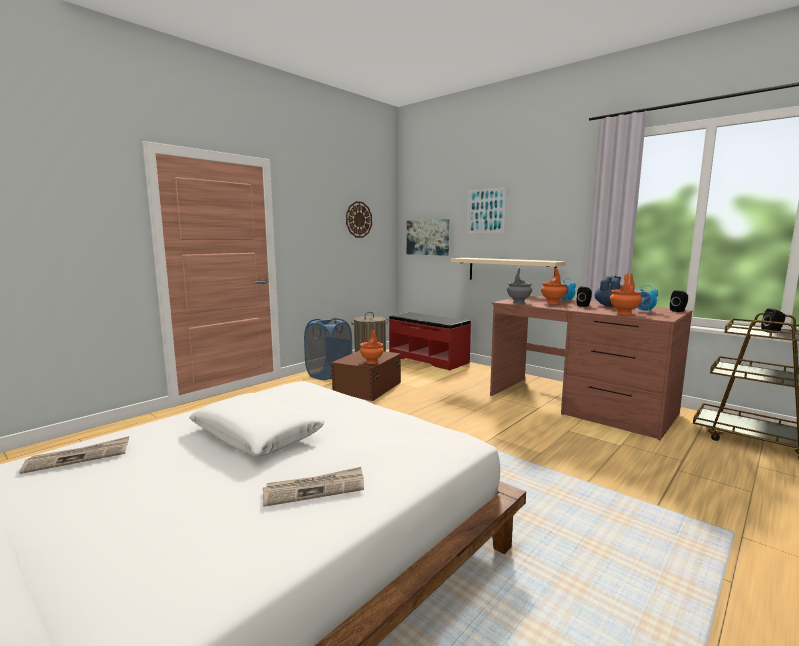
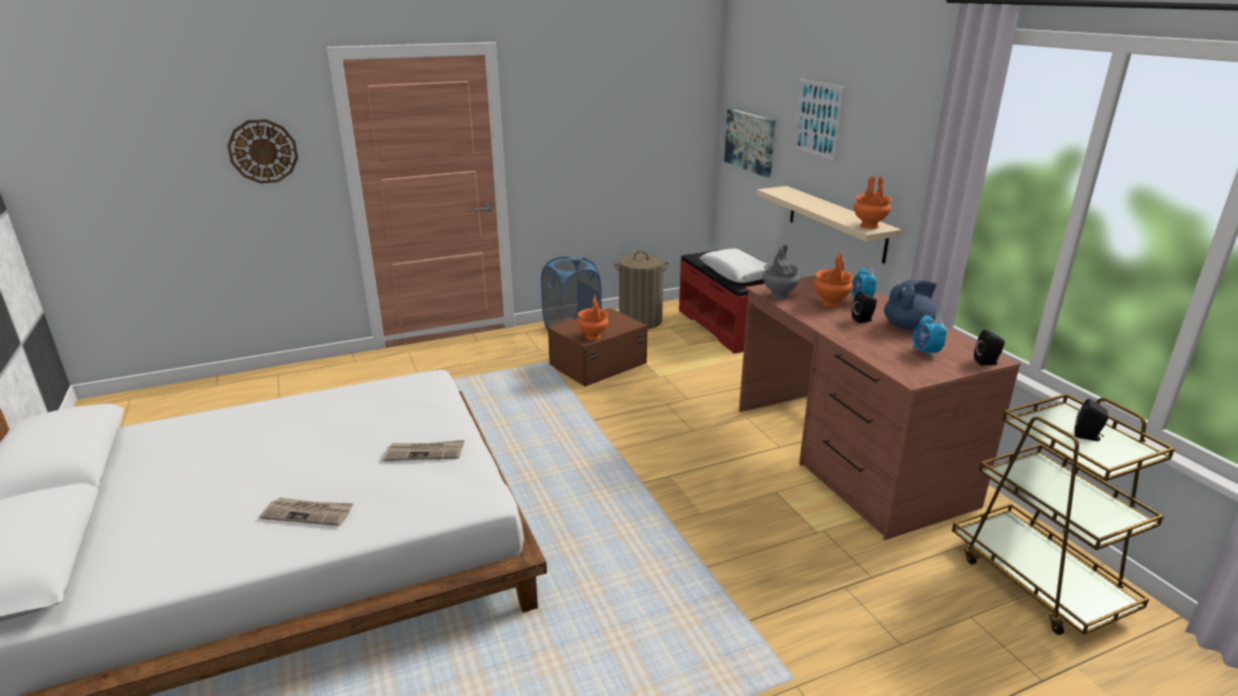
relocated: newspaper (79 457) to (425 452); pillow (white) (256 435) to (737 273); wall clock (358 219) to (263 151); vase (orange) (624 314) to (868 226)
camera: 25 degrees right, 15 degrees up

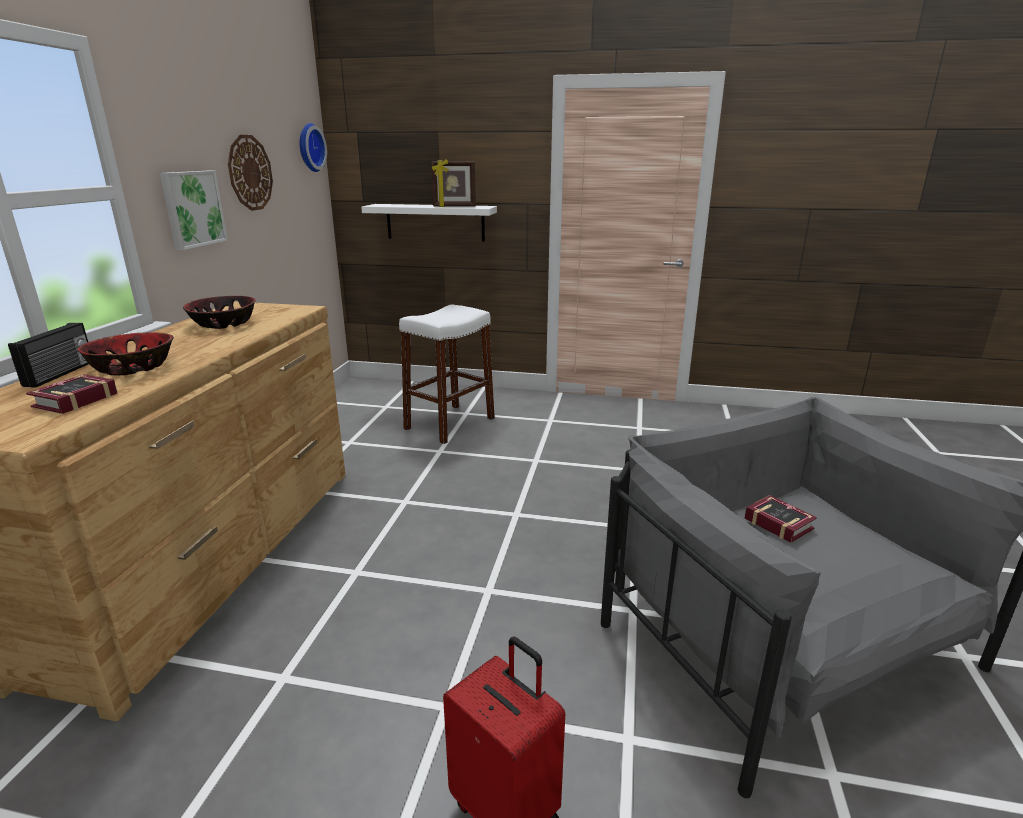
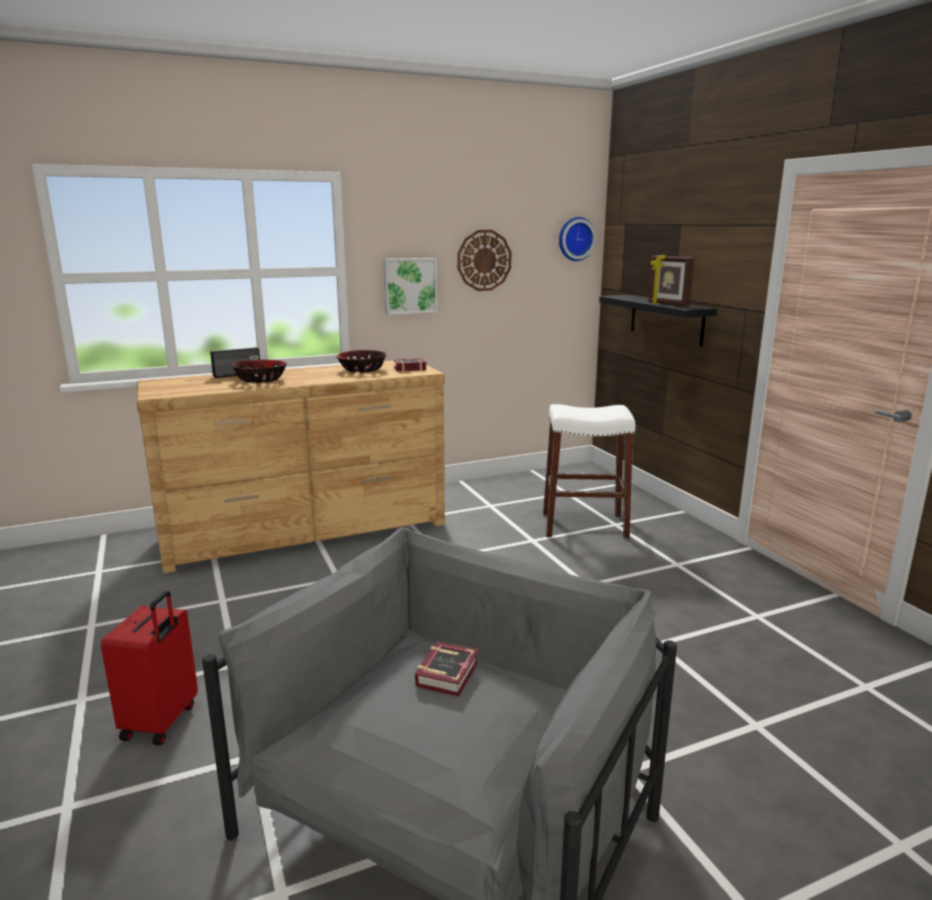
relocated: book (71 401) to (408 368)
colour: shelf (white) (435 222) to shelf (black) (666 319)
camera: 55 degrees right, 5 degrees down

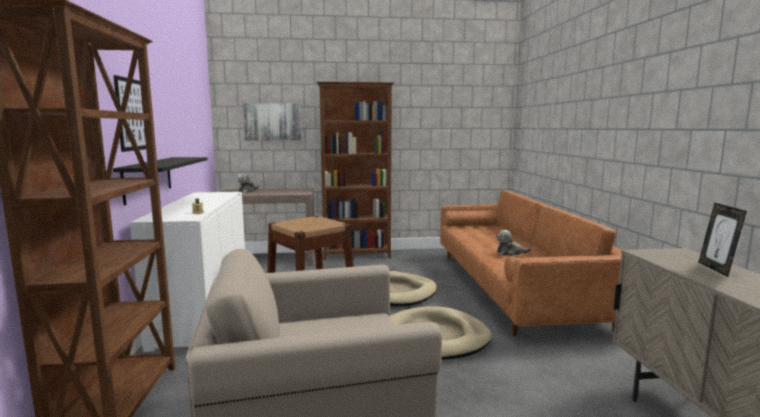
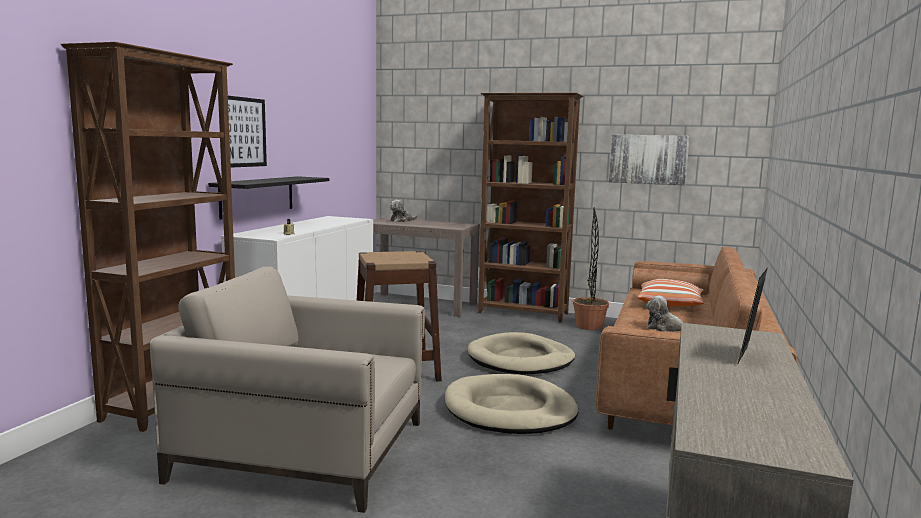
appeared: potted plant (589 326); pillow (670 305)
relocated: picture (273 122) to (648 159)
camera: 25 degrees right, 0 degrees up

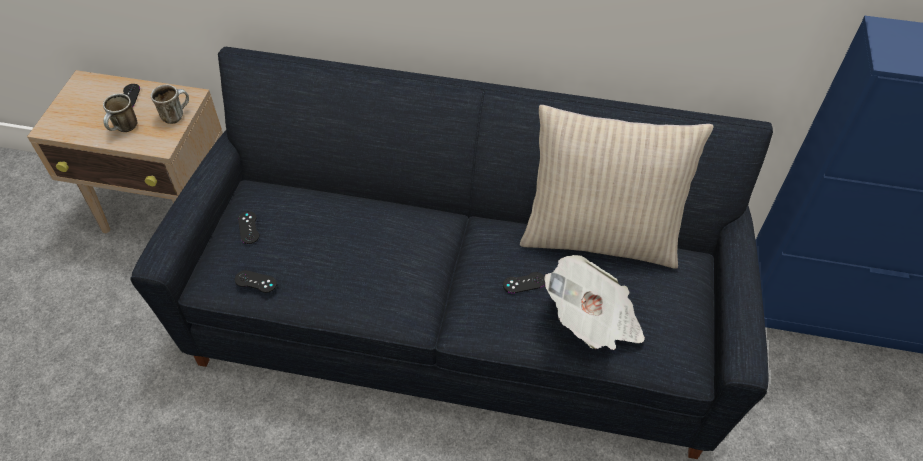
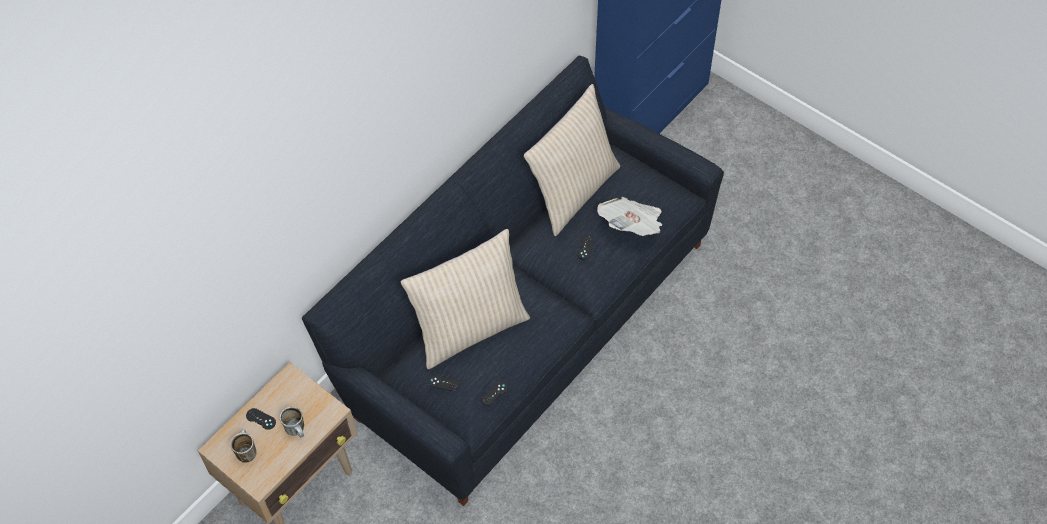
appeared: pillow (beige) (469 328)
relocated: mug (176 115) to (246 451)
camera: 60 degrees left, 5 degrees up

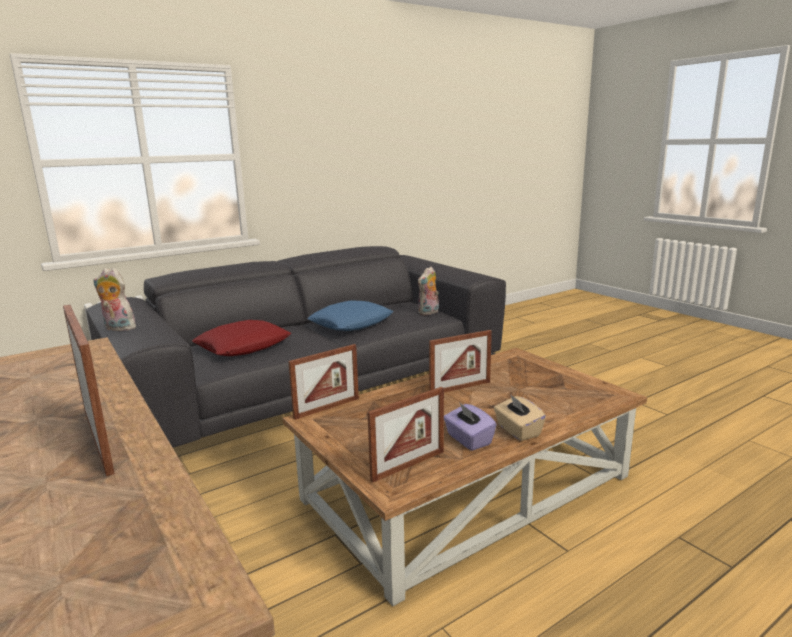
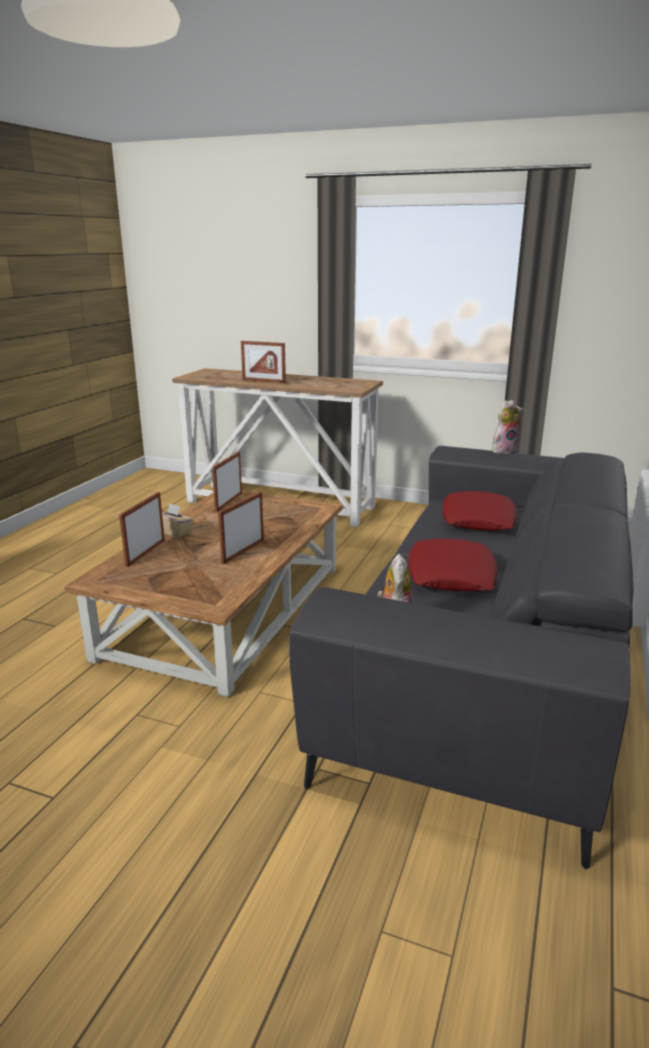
missing: tissue box (purple) (468 440)
relocated: picture frame (327 408) to (145 553)
colour: pillow (blue) (351 323) to pillow (red) (451 574)
camera: 145 degrees right, 5 degrees up

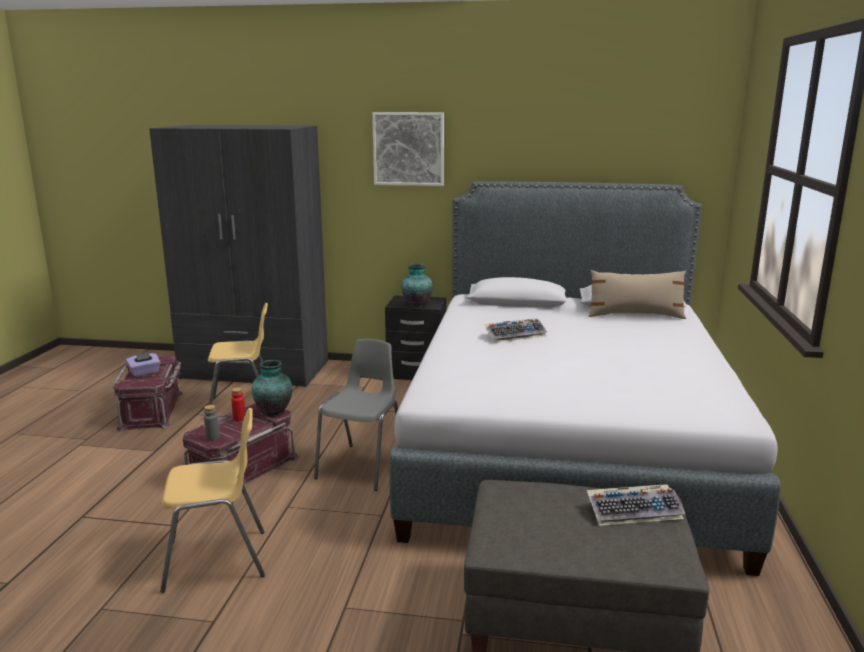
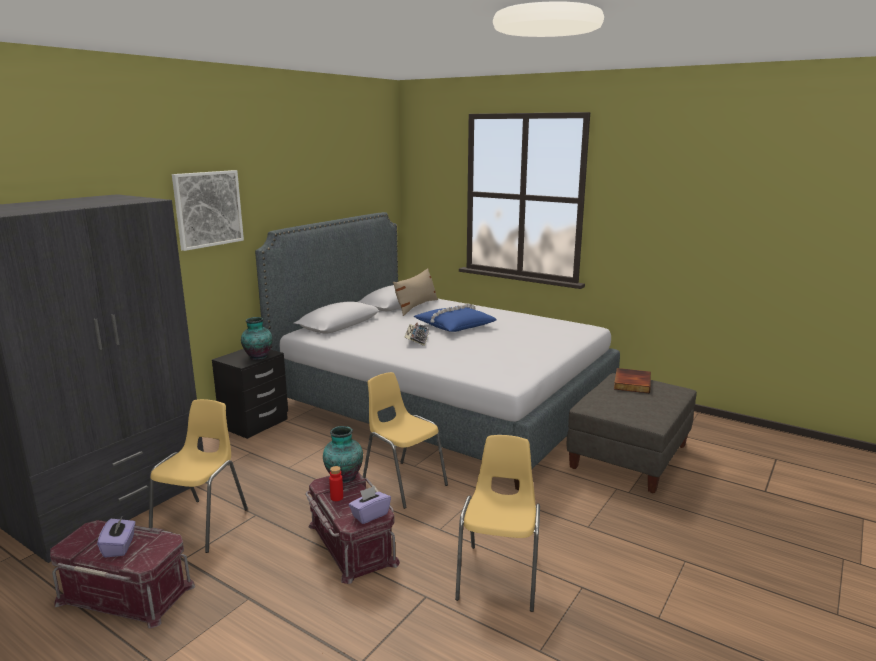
appeared: pillow (blue) (454 326)
exchanged: bottle (grey) (212 437) to tissue box (purple) (370 515); keyboard (634 511) to book (631 383)
colour: chair (grey) (362 466) to chair (yellow) (403 483)
camera: 65 degrees left, 0 degrees up

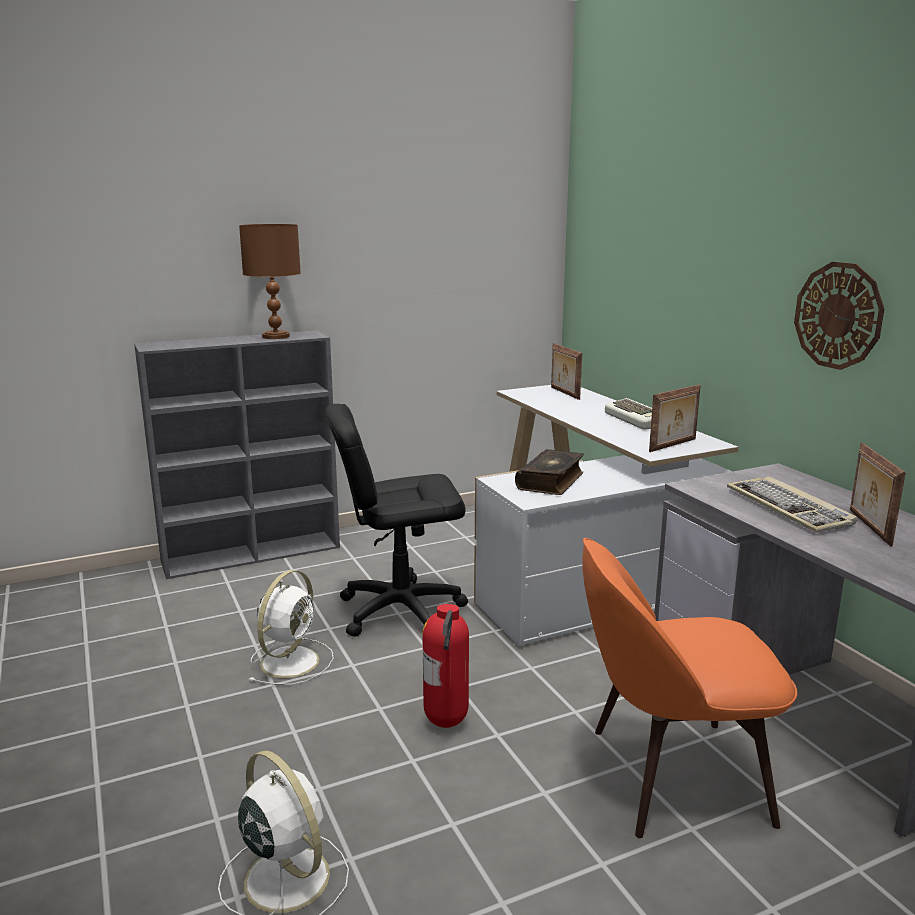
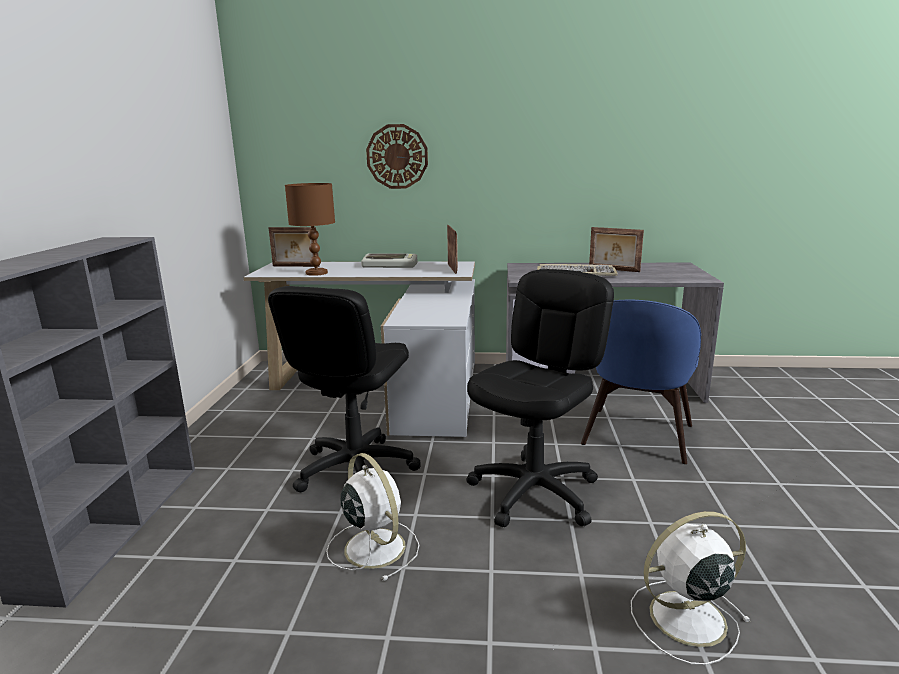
missing: book (551 481)
relocated: table lamp (brown) (276 336) to (316 273); wall clock (838 315) to (397 156)
exchanged: fire extinguisher (447 723) to office chair (black) (535 492)
colour: chair (orange) (670 776) to chair (blue) (636 437)
camera: 60 degrees left, 0 degrees up

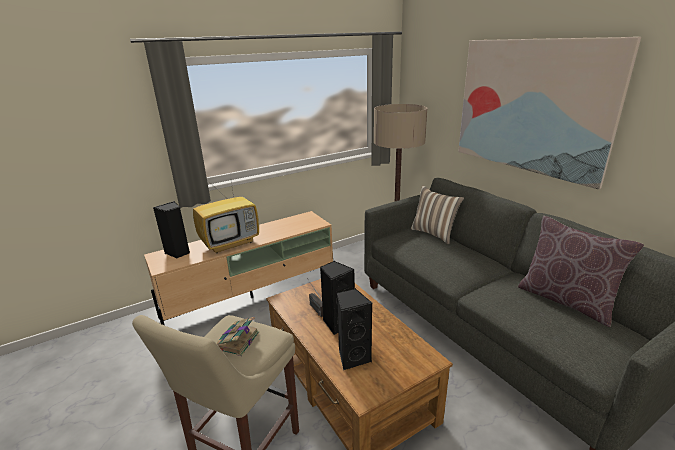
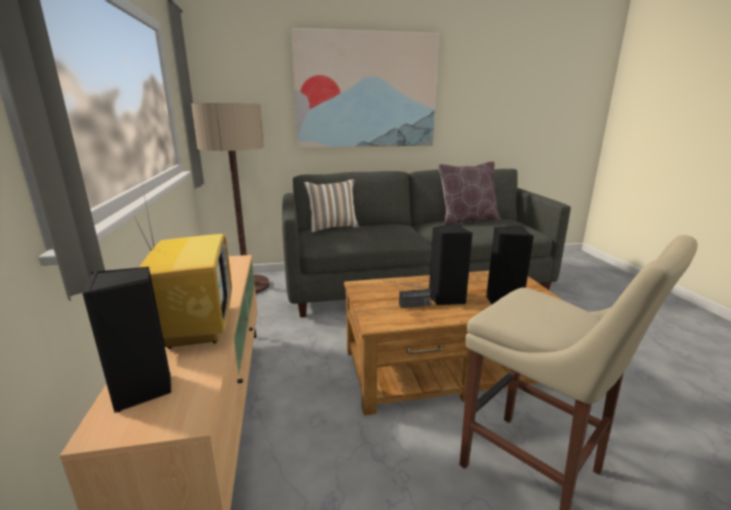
missing: book (237 341)
camera: 70 degrees left, 5 degrees down

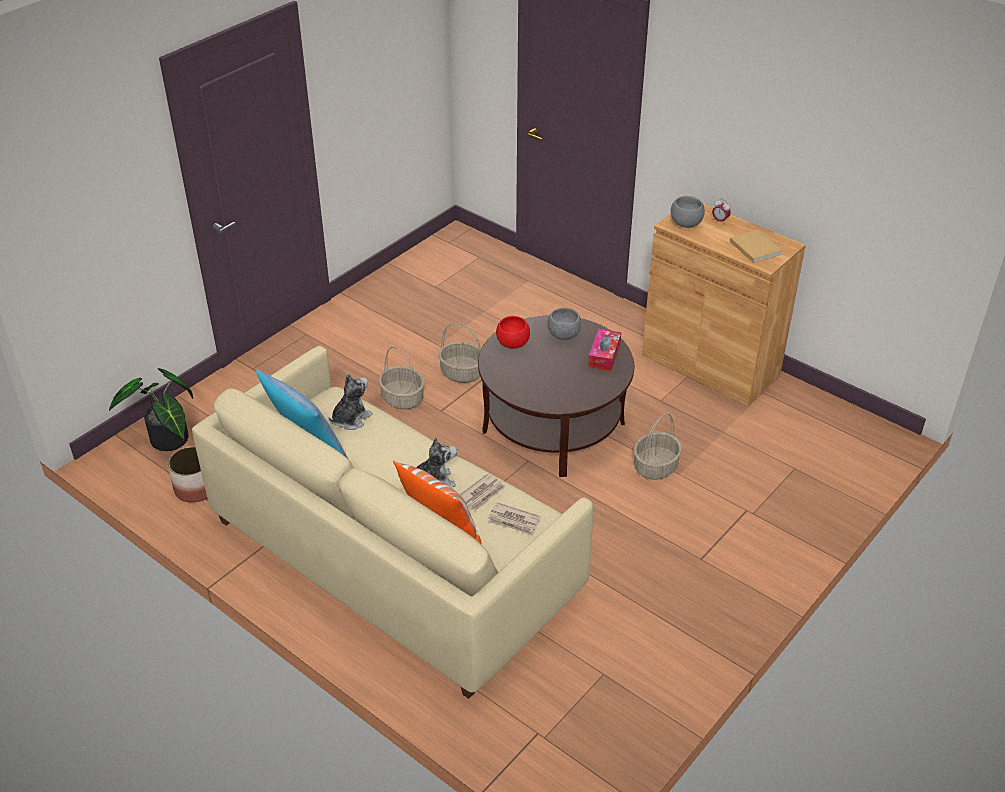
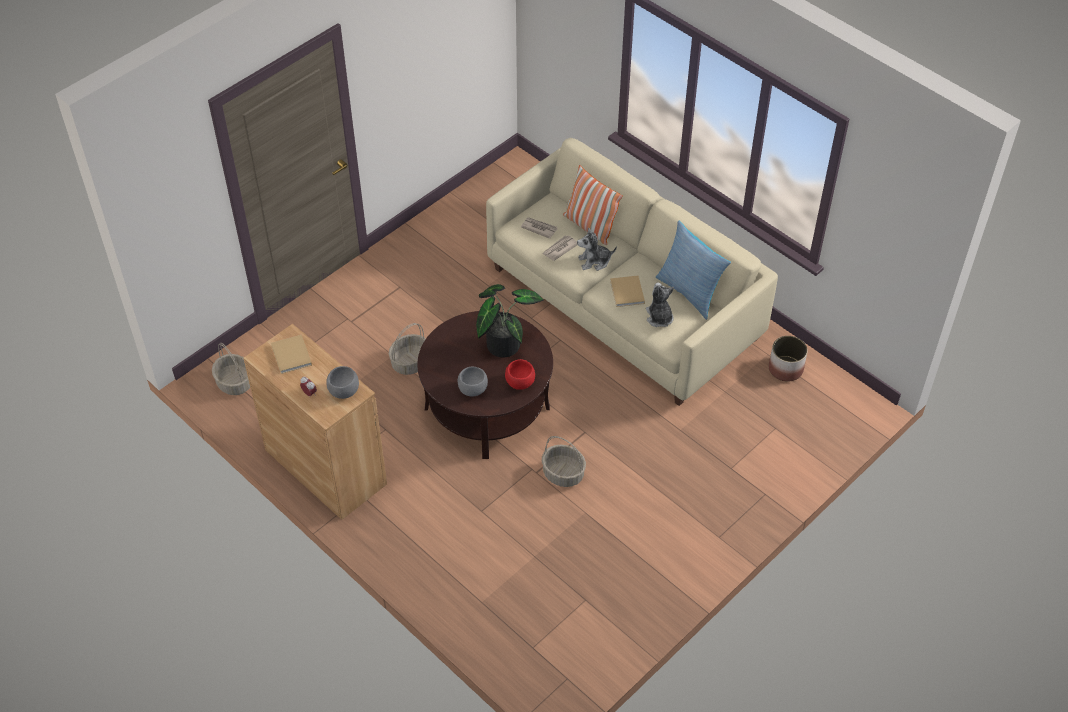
missing: tissue box (604 355)
appeared: book (beige) (627 293)
relocated: potted plant (168 442) to (503 342); basket (402 398) to (235 383)
spun: plush toy (350 419) = (659 317) 120 degrees clockwise
camera: 175 degrees left, 10 degrees up

